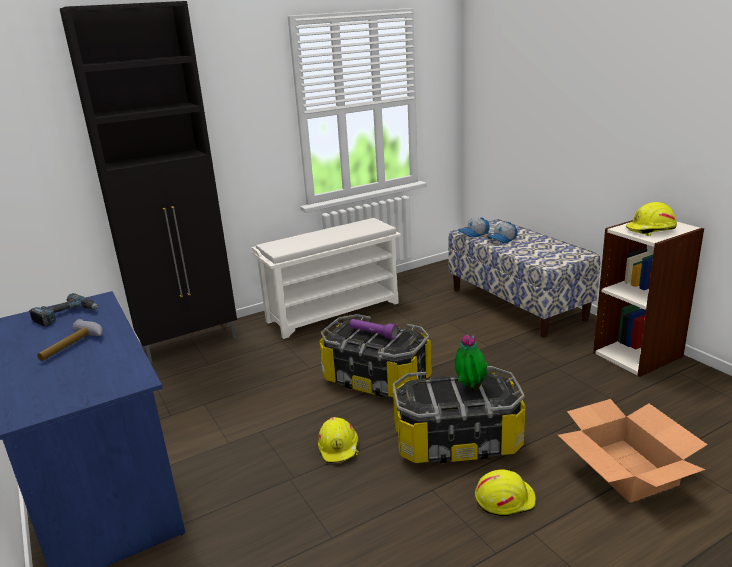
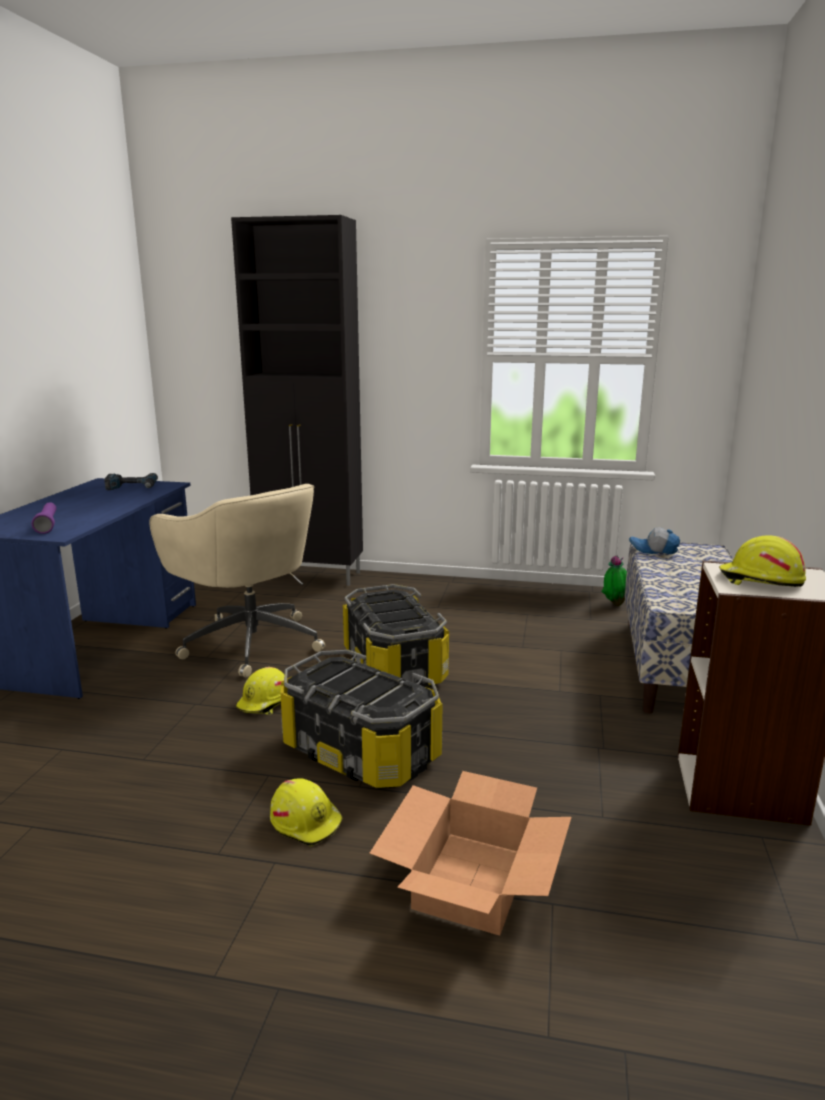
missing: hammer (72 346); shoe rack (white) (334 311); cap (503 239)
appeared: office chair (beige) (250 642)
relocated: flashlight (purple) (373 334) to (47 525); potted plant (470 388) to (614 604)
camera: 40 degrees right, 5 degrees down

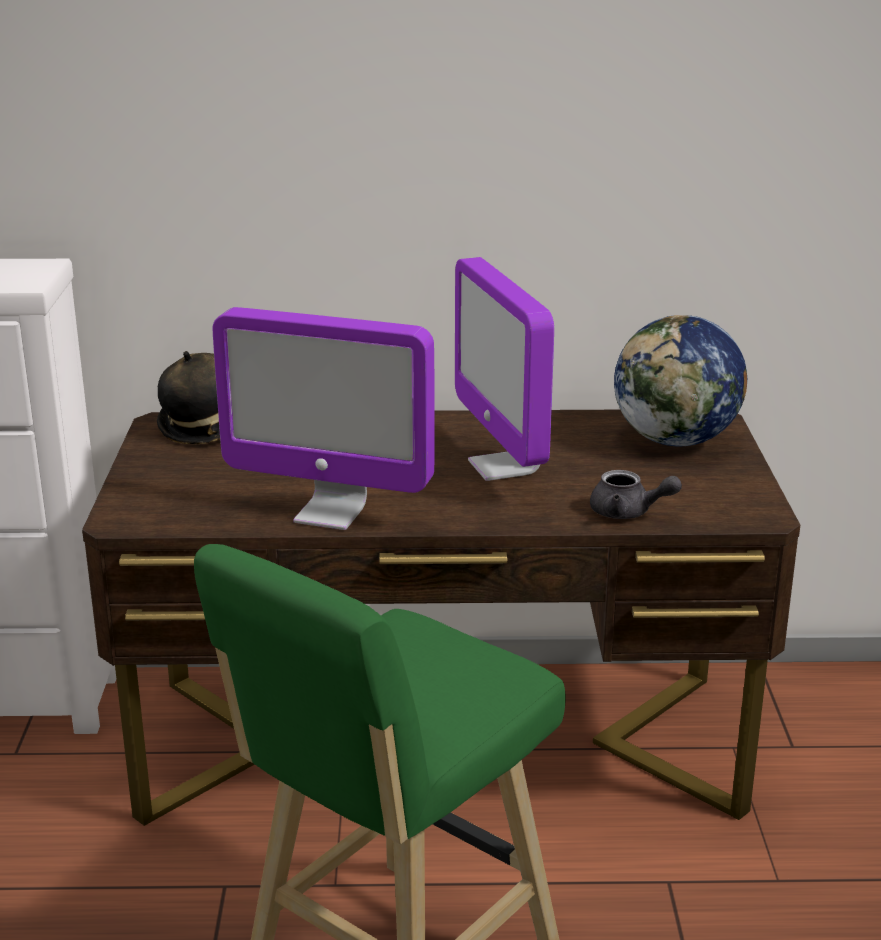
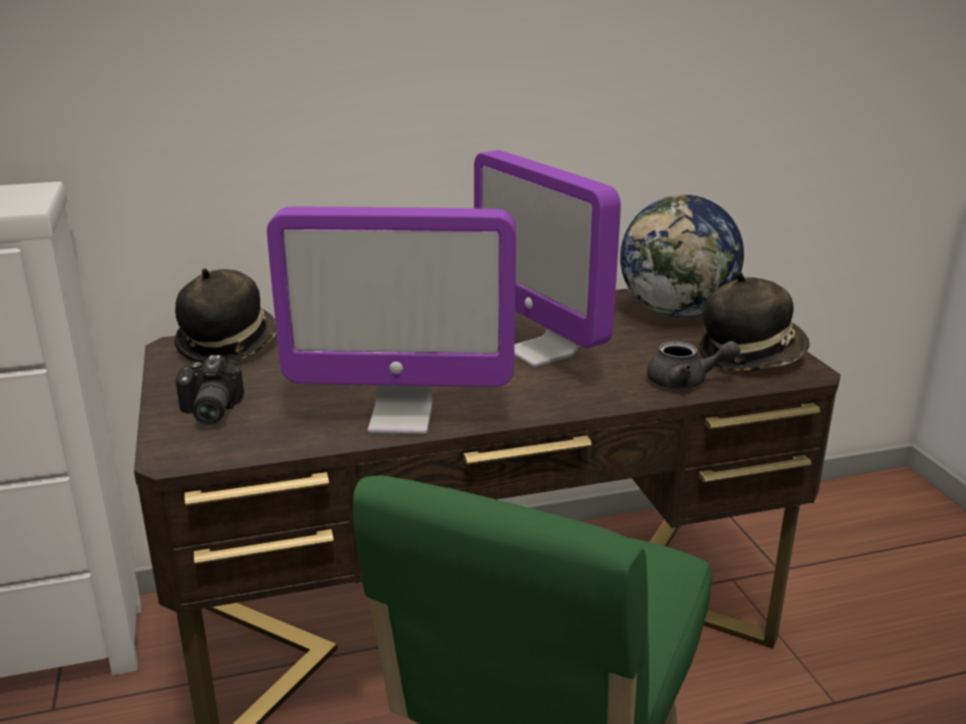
appeared: photo camera (207 412); hat (750 356)
camera: 15 degrees left, 0 degrees up

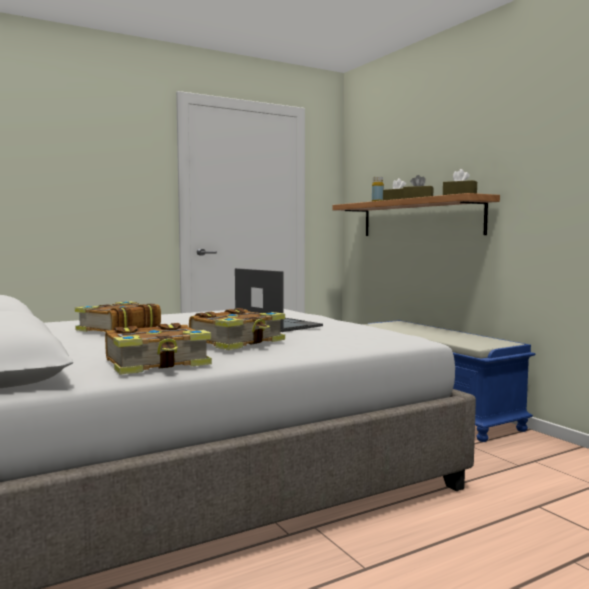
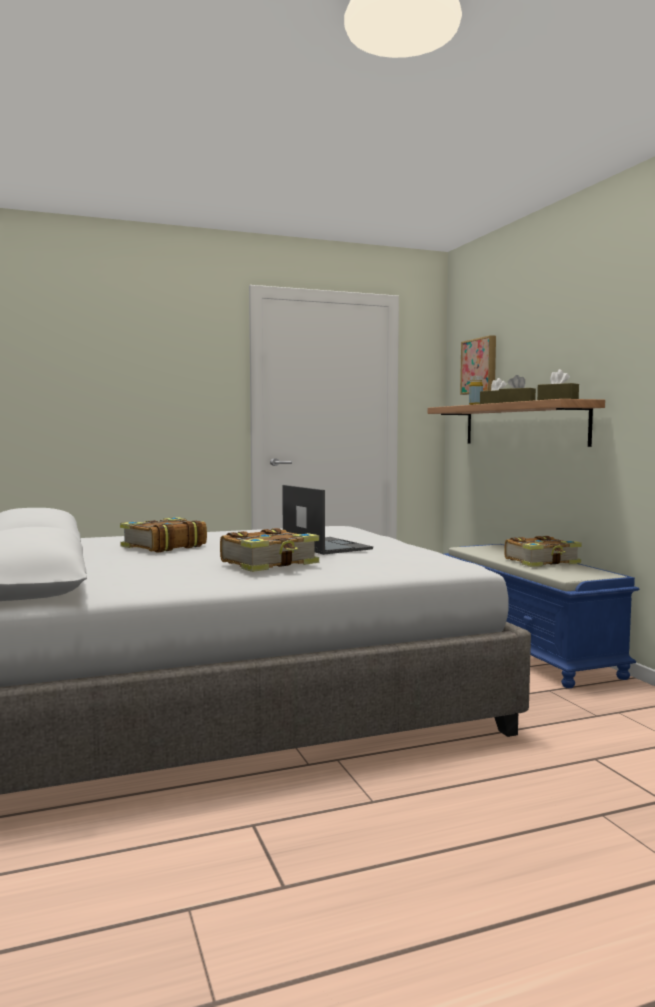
appeared: picture (480 366)
relocated: book (158 364) to (542 562)
camera: 10 degrees right, 0 degrees up

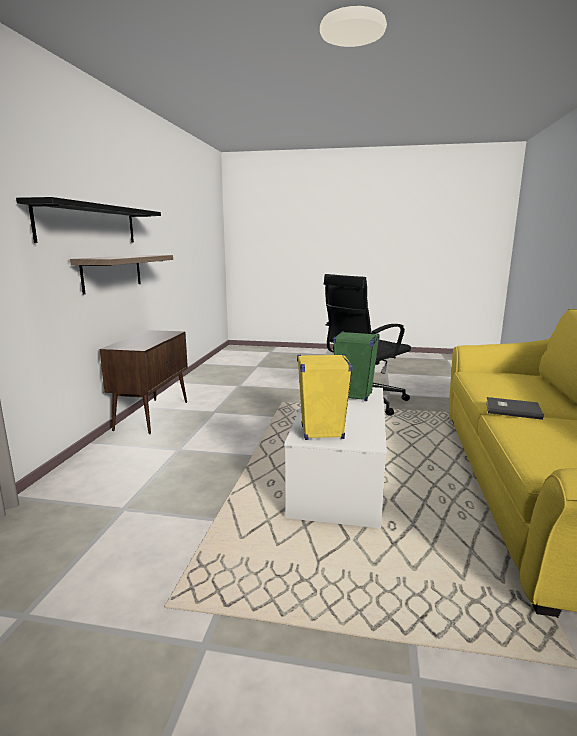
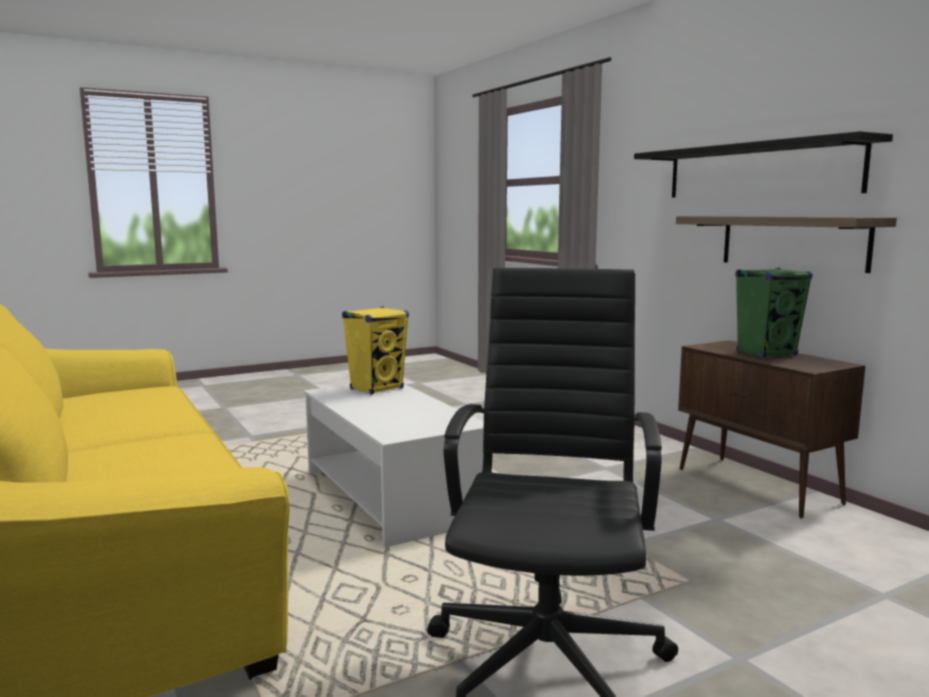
missing: book (grey) (511 409)
relocated: speaker (green) (353 395) to (766 354)
camera: 140 degrees right, 5 degrees down

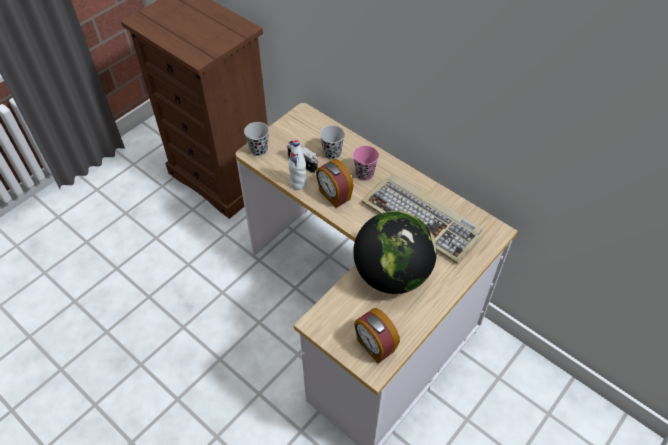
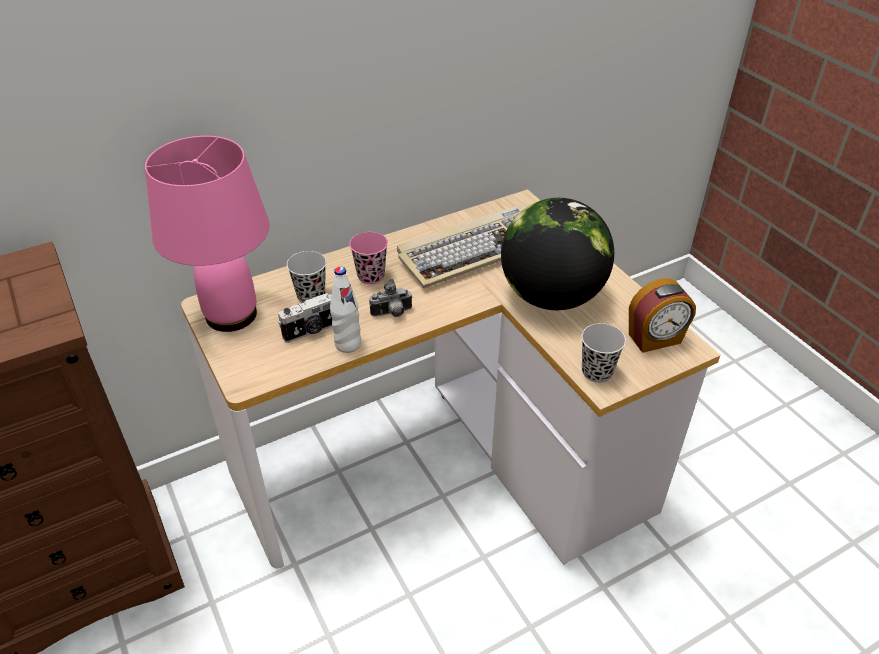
appeared: table lamp (pink) (232 315)
relocated: cup (black) (259 150) to (597 372)
exchanged: alarm clock (334 195) to photo camera (392 314)
camera: 70 degrees left, 10 degrees down

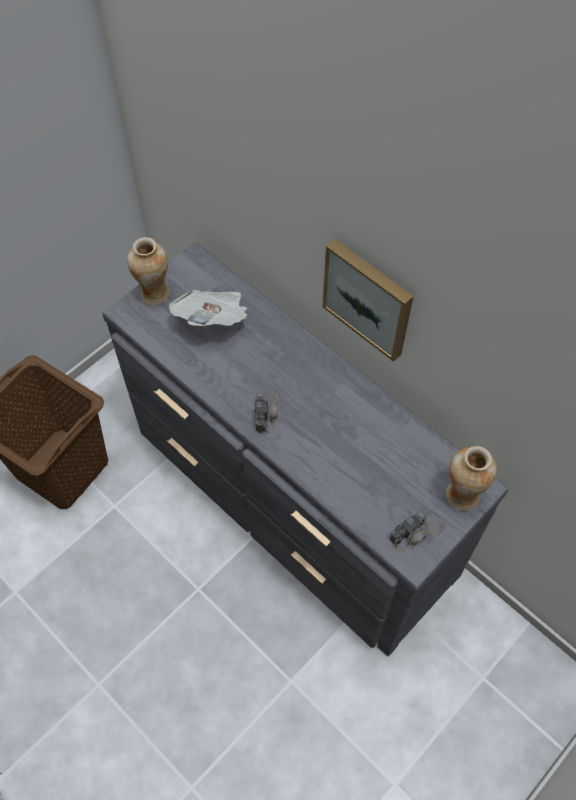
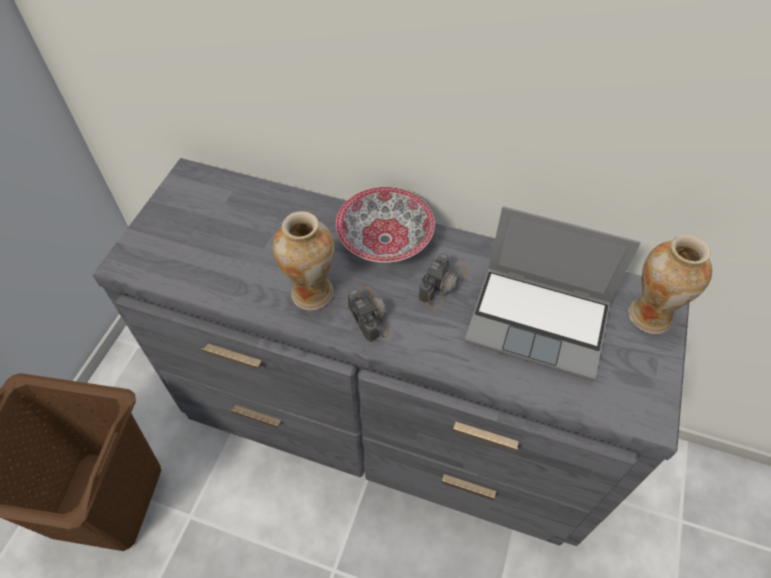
missing: newspaper (213 319); picture (369 298)
appeared: bowl (385 240); laptop (540 322)
relocated: vase (155 293) to (311 293); photo camera (414 534) to (443 284)
camera: 25 degrees left, 5 degrees down

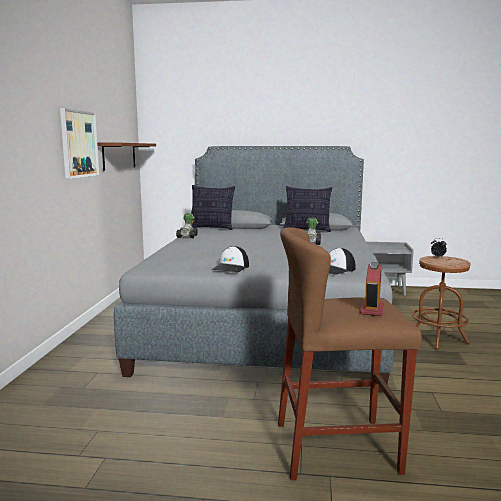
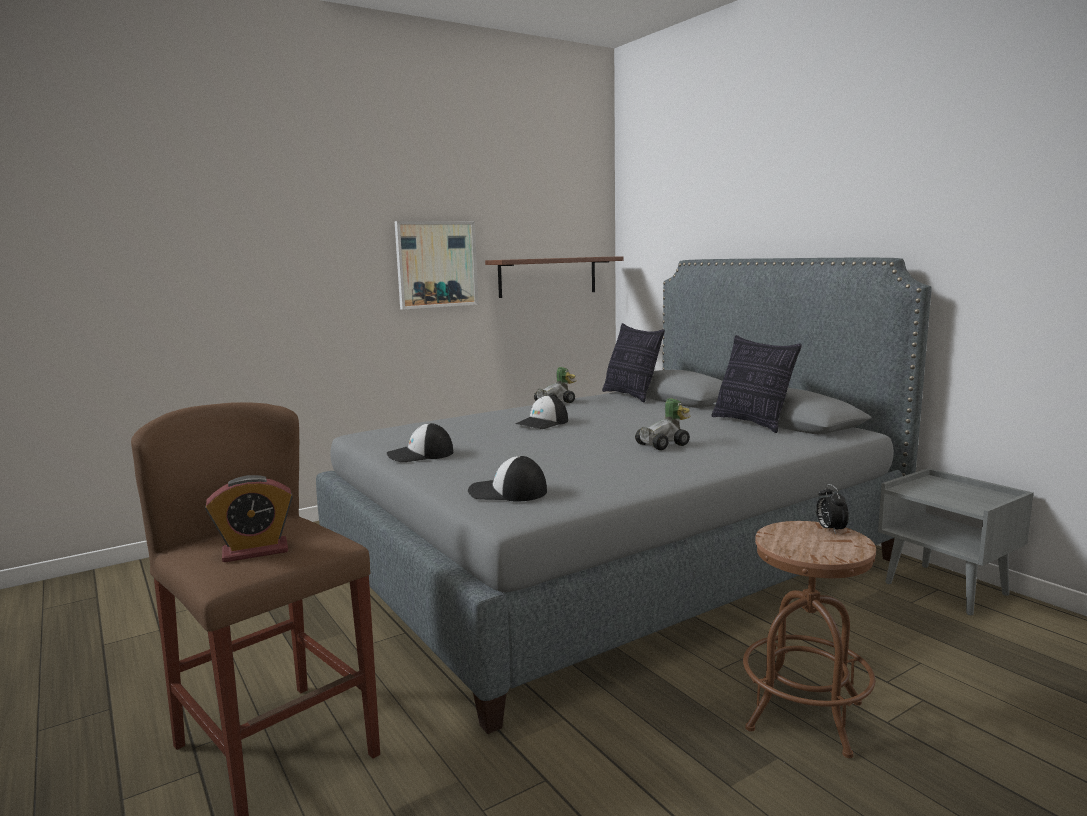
appeared: cap (542 423)
camera: 50 degrees right, 0 degrees up

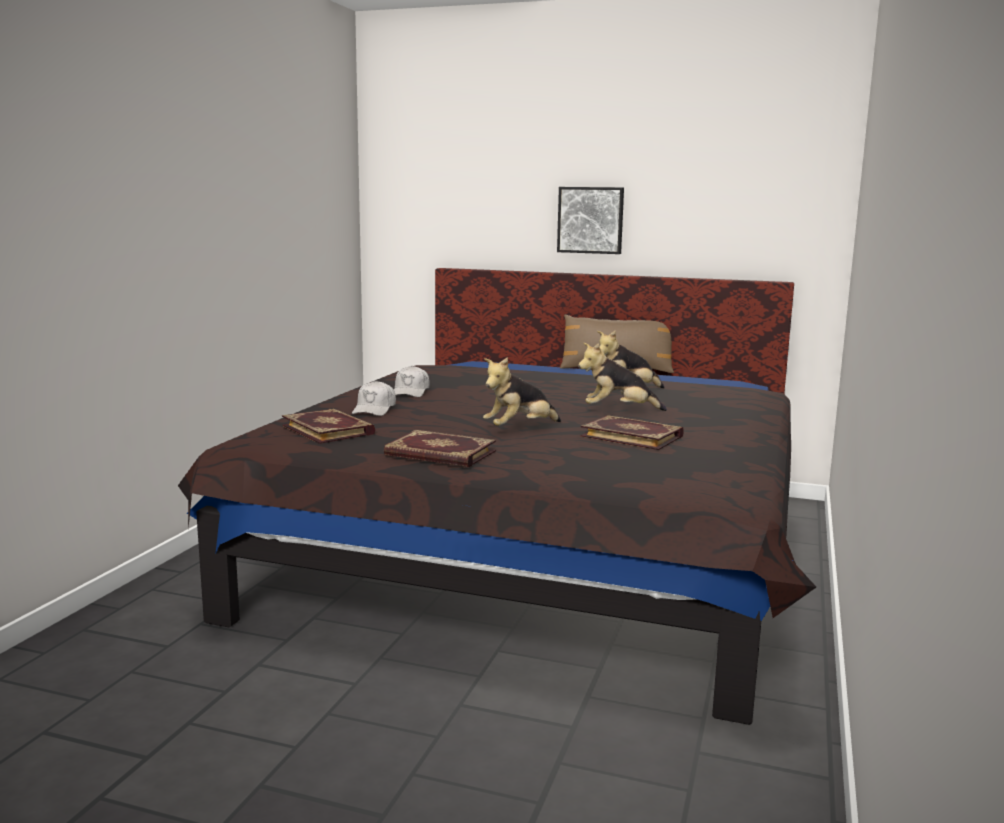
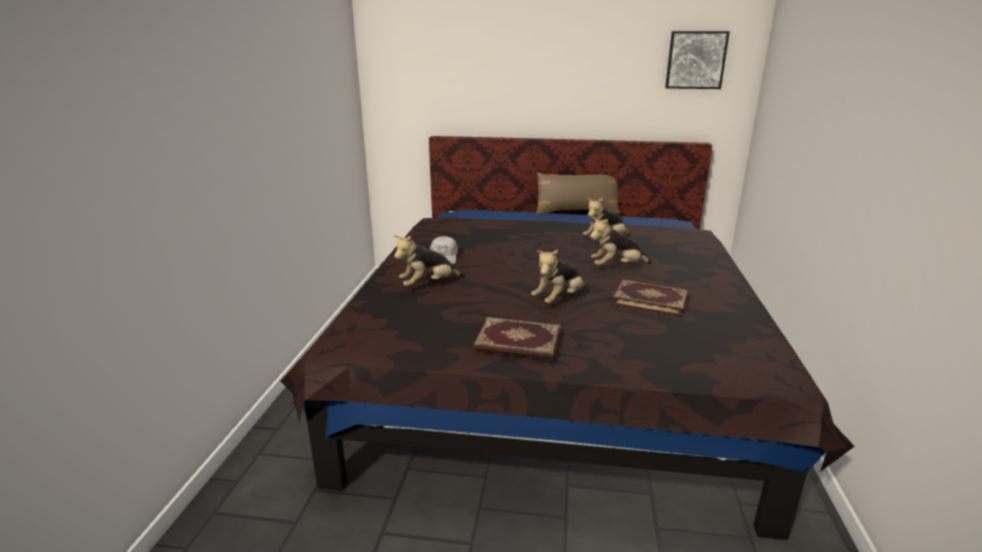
missing: book (329 429)
relocated: picture (590 220) to (695 60)
exchanged: cap (white) (374 410) to plush toy (428 284)
camera: 10 degrees left, 10 degrees up

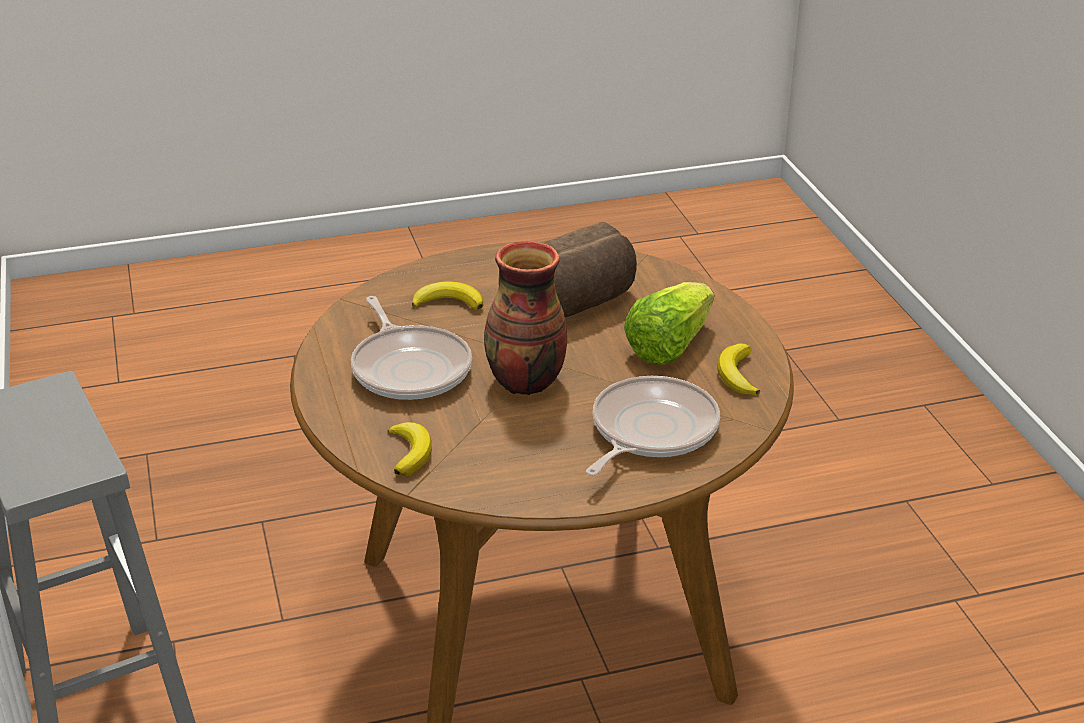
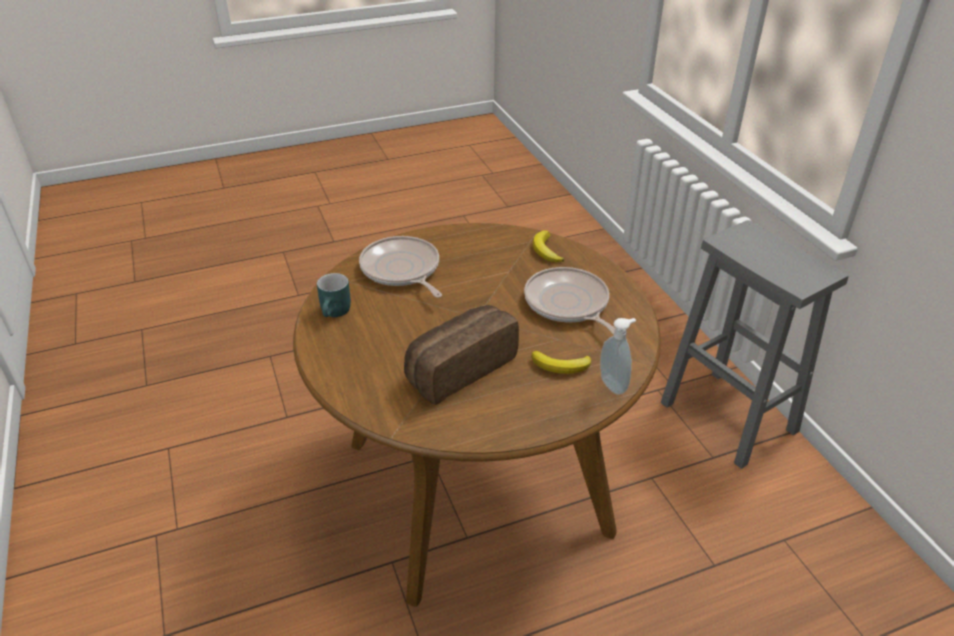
missing: vase (524 382); lettuce (668 346)
appeared: soap dispenser (614 384)
exchanged: banana (737 374) to mug (turquoise) (336 313)
spun: frying pan (650 431) = (402 270) 120 degrees clockwise
camera: 175 degrees right, 5 degrees up

